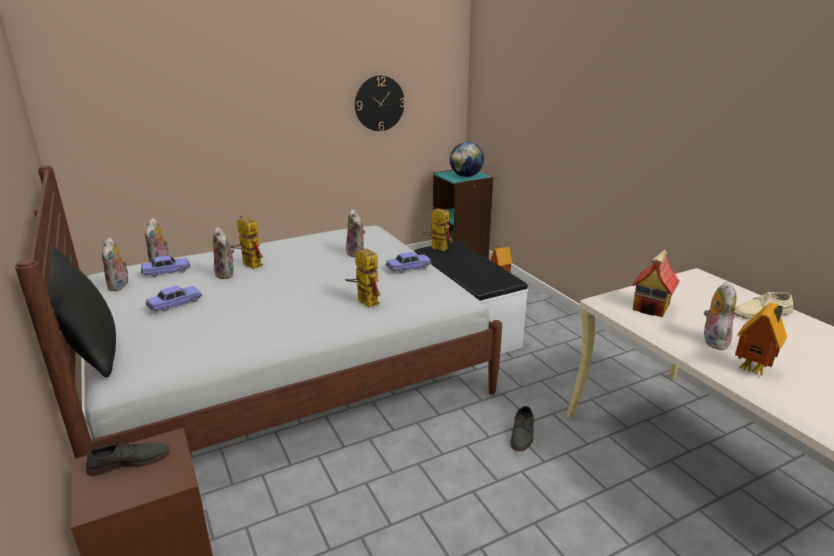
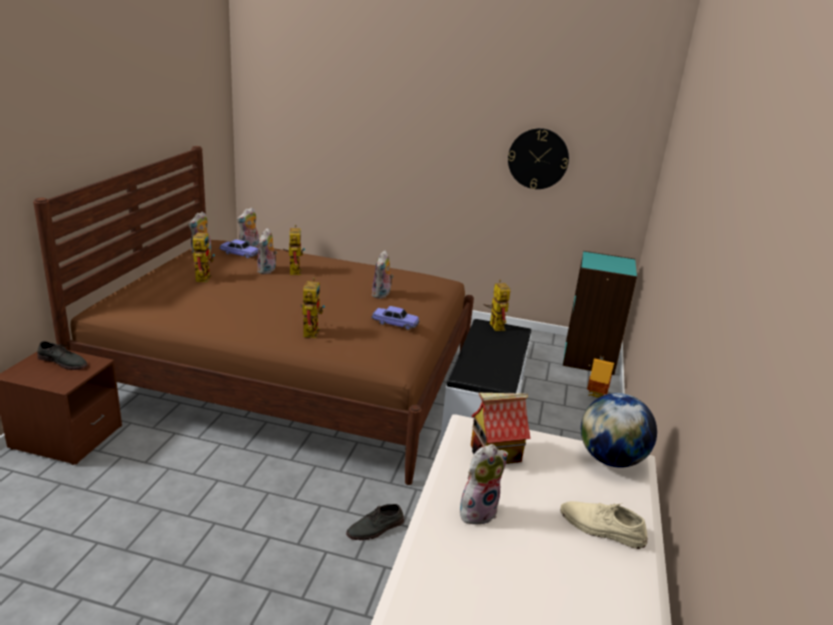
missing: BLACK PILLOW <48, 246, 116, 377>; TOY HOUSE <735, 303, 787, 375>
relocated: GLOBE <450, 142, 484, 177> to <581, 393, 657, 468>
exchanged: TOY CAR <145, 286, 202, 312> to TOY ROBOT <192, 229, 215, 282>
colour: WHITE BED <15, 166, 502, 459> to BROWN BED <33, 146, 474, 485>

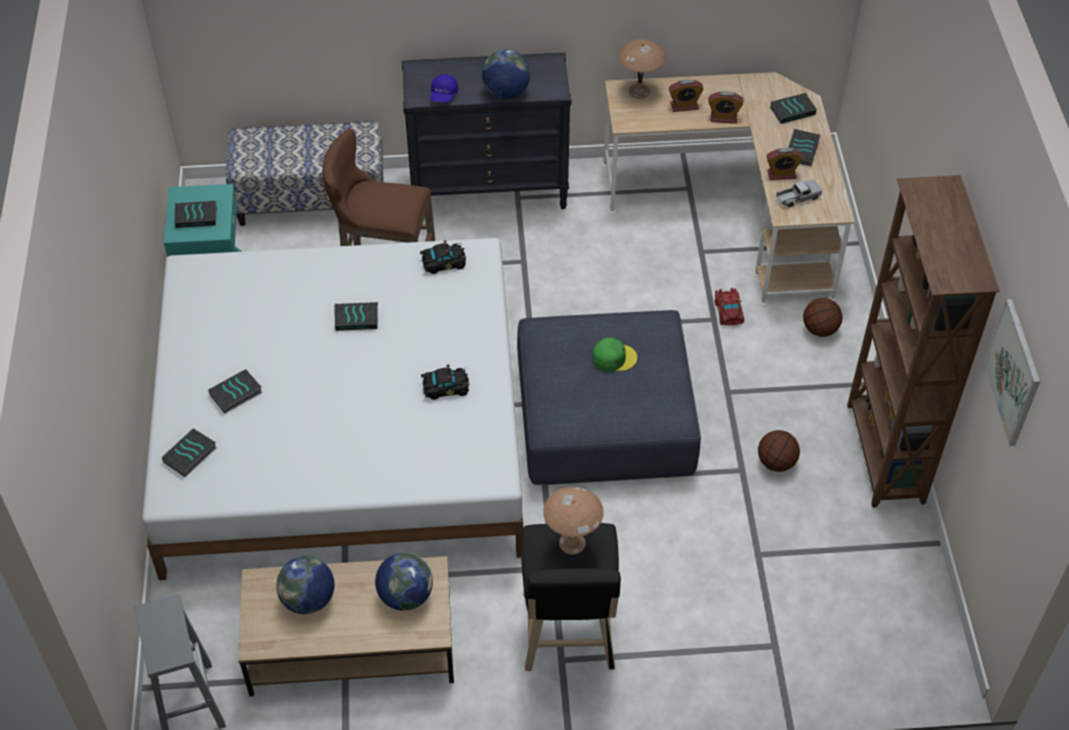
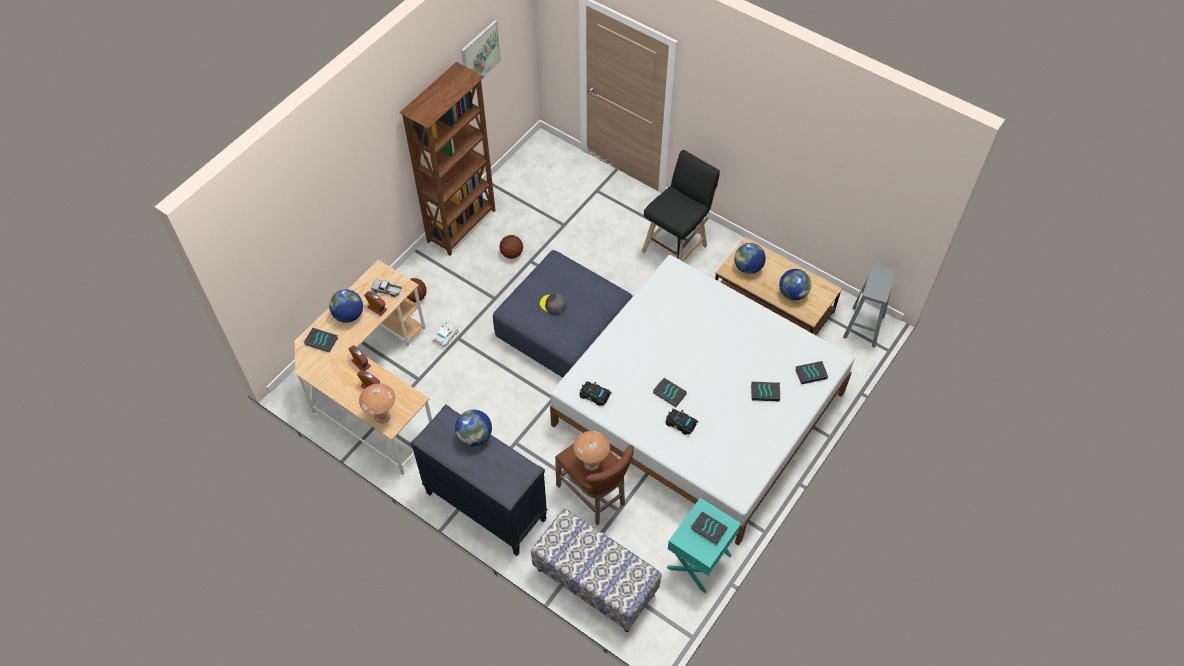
missing: BLUE CAP <430, 74, 459, 103>
relocated: BLACK TOY CAR <421, 364, 470, 400> to <665, 408, 698, 435>; BROWN TABLE LAMP <543, 487, 604, 555> to <573, 431, 610, 471>
exchanged: BOOK <788, 129, 820, 166> to GLOBE <329, 289, 363, 323>
colour: RED TOY CAR <715, 288, 744, 325> to WHITE TOY CAR <432, 321, 459, 347>; GREEN CAP <593, 338, 637, 372> to GREY CAP <540, 294, 567, 315>

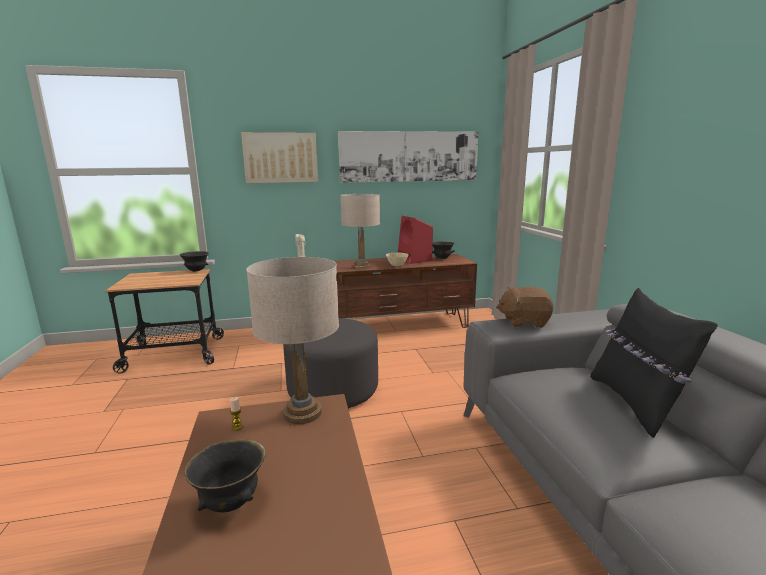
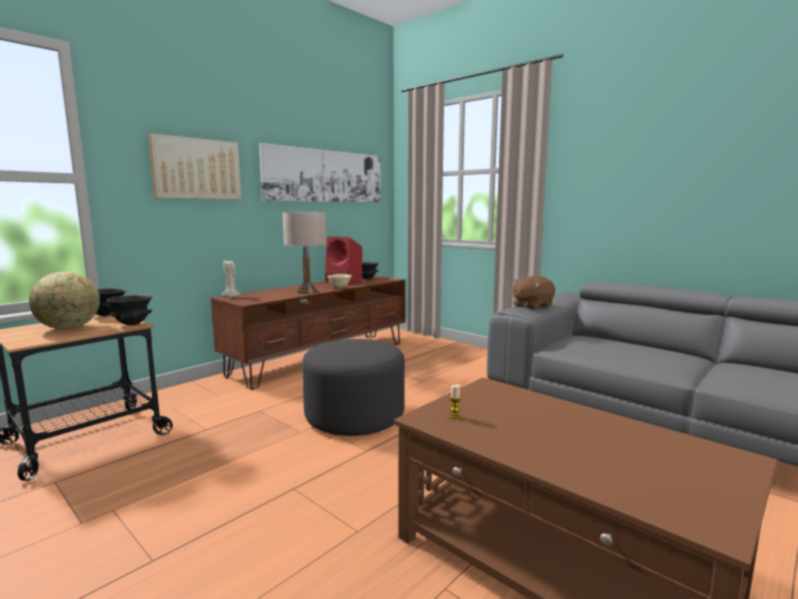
missing: BEIGE TABLE LAMP <246, 257, 339, 424>; BLACK PILLOW <590, 288, 718, 438>
appeared: GLOBE <29, 272, 100, 330>
relocated: BLACK BOWL <184, 439, 266, 512> to <106, 294, 152, 326>

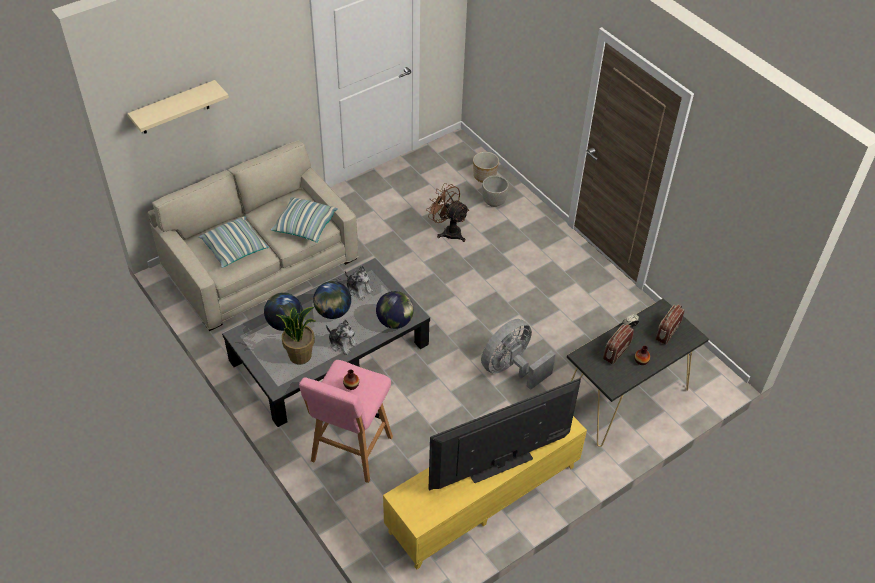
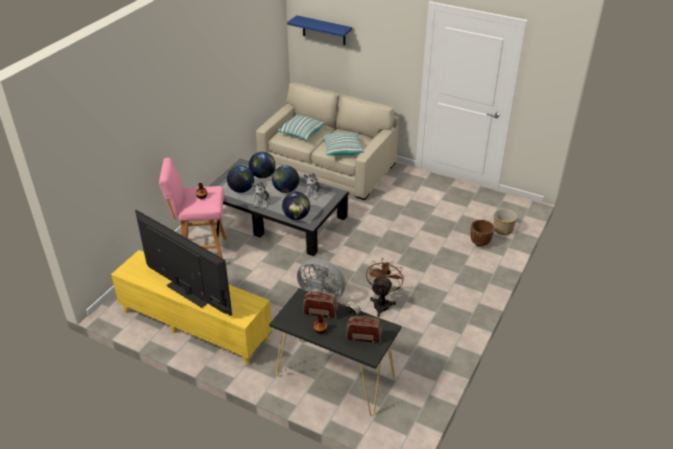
relocated: BROWN FAN <426, 183, 469, 242> to <366, 258, 404, 317>
exchanged: POTTED PLANT <276, 307, 317, 364> to GLOBE <227, 165, 254, 193>
colour: BEIGE SHELF <128, 80, 229, 134> to BLUE SHELF <287, 15, 352, 45>; GREY PLANTER <482, 175, 509, 207> to BROWN PLANTER <470, 220, 494, 247>

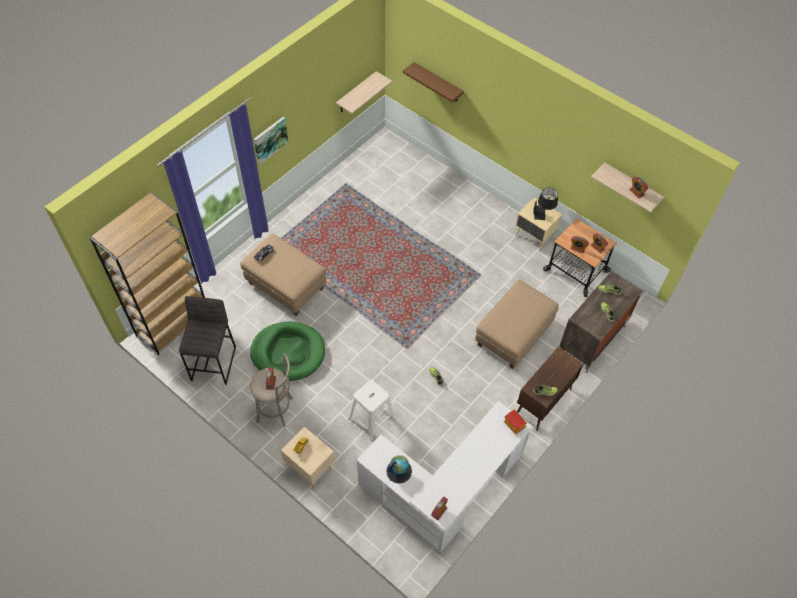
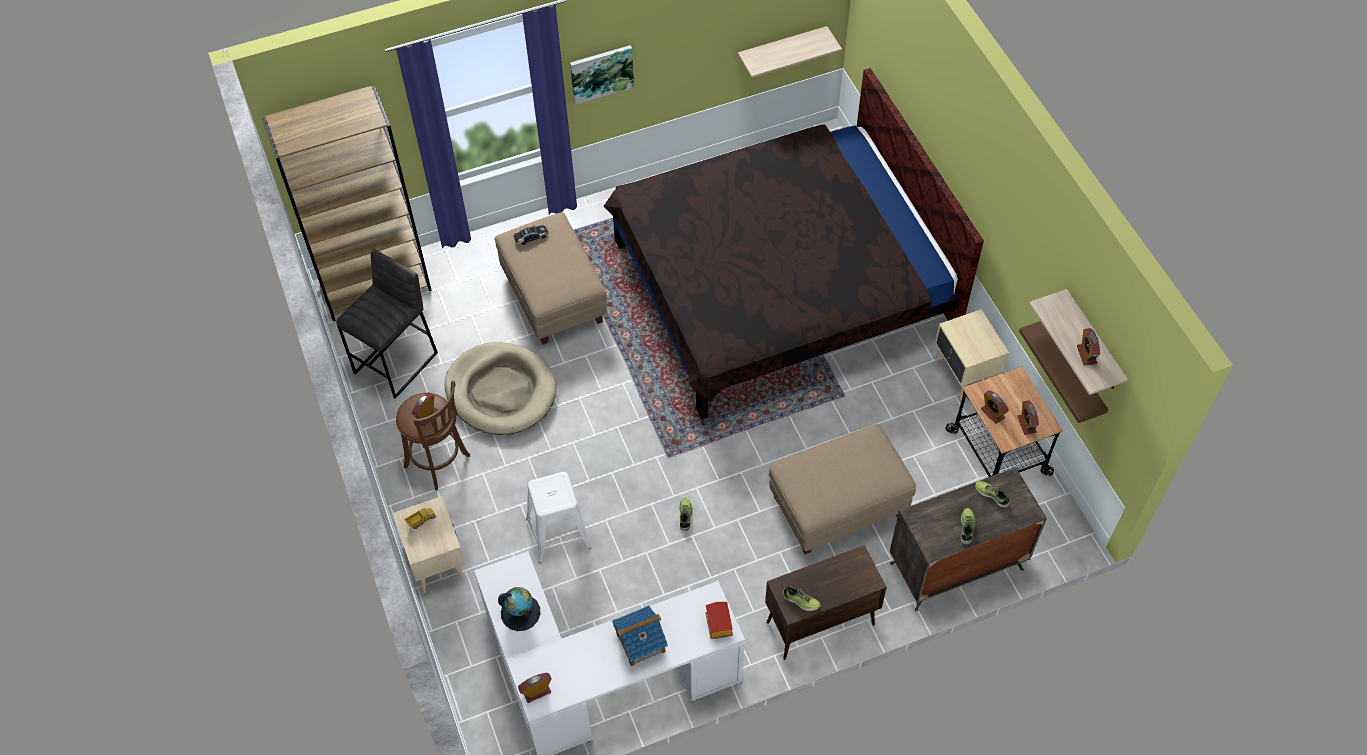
missing: BLACK TABLE LAMP <533, 188, 558, 220>
appeared: BED <604, 68, 984, 419>; TOY HOUSE <612, 606, 668, 667>
relocated: BROWN SHELF <403, 62, 464, 103> to <1019, 321, 1108, 423>
colour: GREEN DOG BED <250, 321, 325, 381> to BEIGE DOG BED <444, 342, 557, 435>; GREY STOOL <250, 354, 293, 427> to BROWN STOOL <396, 381, 470, 490>

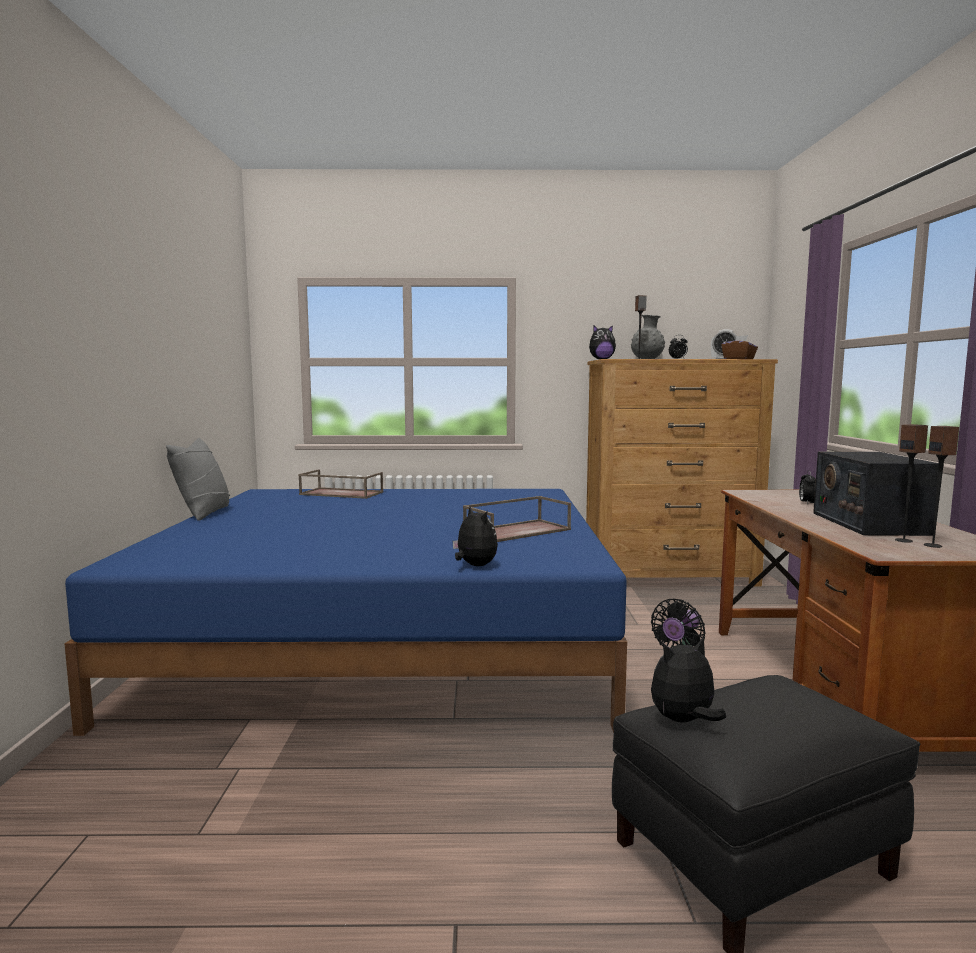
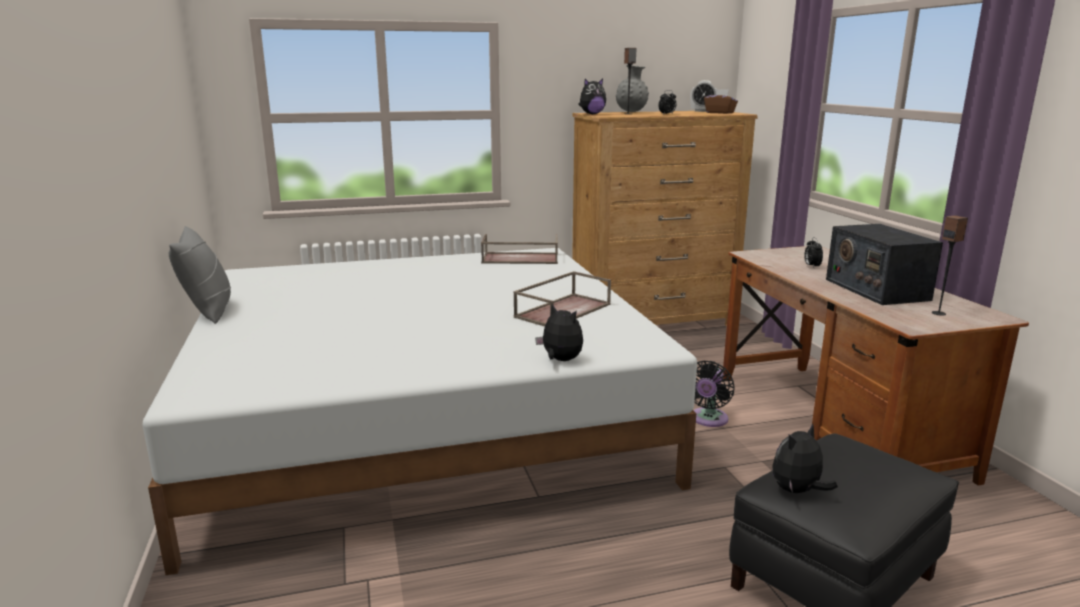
missing: SPEAKER <895, 424, 928, 543>
relocated: BROWN TRAY <298, 469, 383, 499> to <481, 234, 558, 264>
colour: BLUE BED <64, 489, 627, 736> to WHITE BED <142, 248, 697, 575>

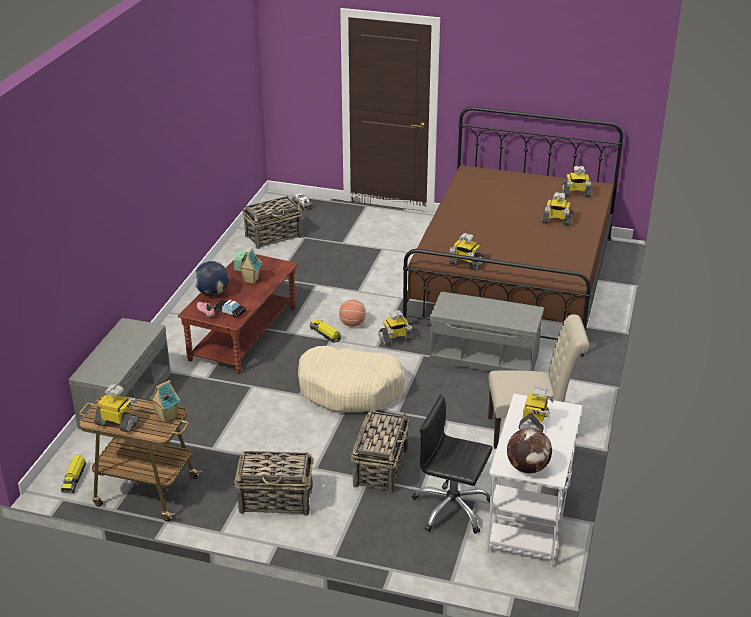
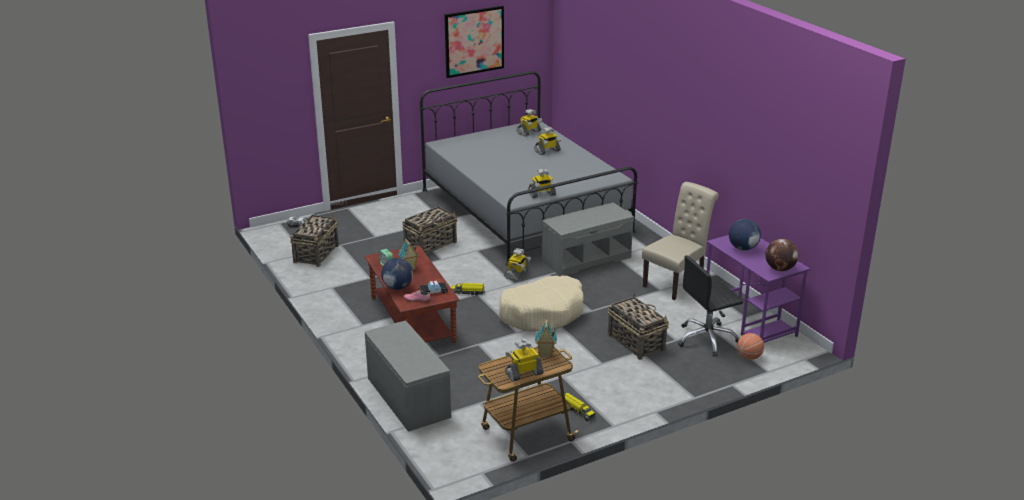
appeared: PICTURE <444, 6, 504, 78>
relocated: BASKETBALL <339, 300, 366, 327> to <737, 333, 764, 360>; BASKET <234, 451, 313, 516> to <402, 206, 457, 254>; TOY TRUCK <61, 455, 86, 493> to <565, 393, 596, 421>
exchanged: TOY ROBOT <518, 385, 555, 432> to GLOBE <729, 219, 761, 250>
colour: BROWN BED <403, 107, 623, 357> to GREY BED <419, 71, 638, 266>; WHITE DESK <486, 394, 582, 567> to PURPLE DESK <703, 235, 810, 343>

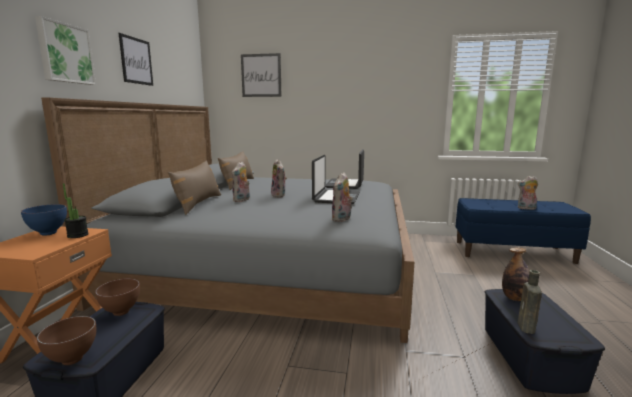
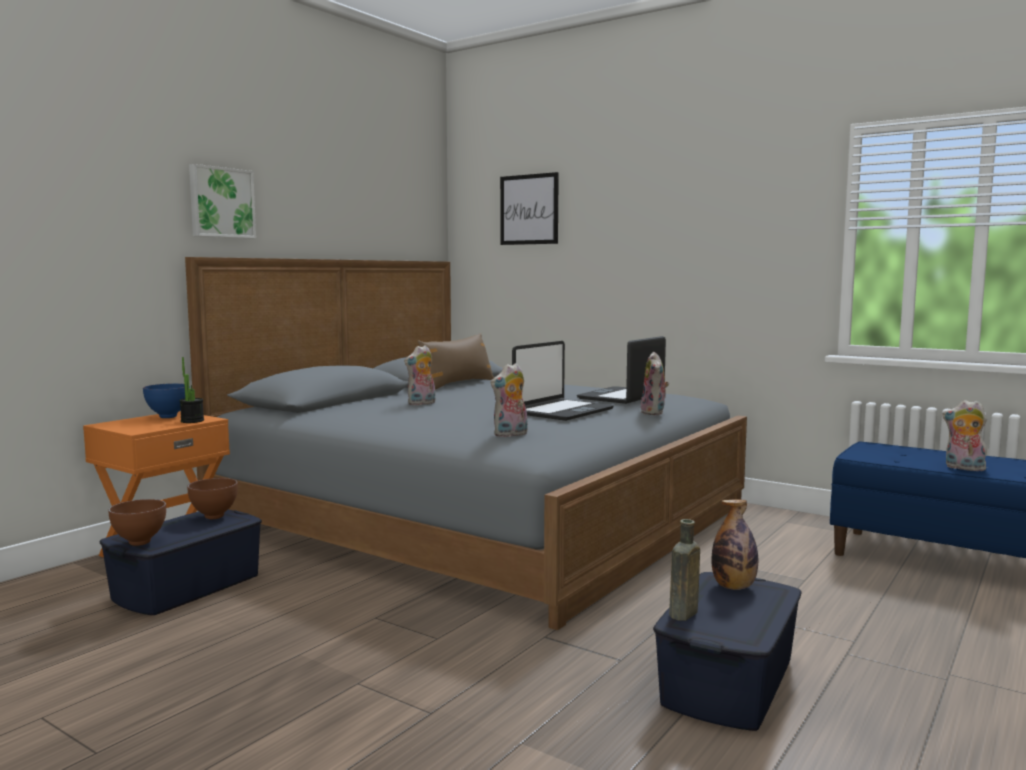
missing: PICTURE <119, 33, 153, 86>; BROWN PILLOW <168, 160, 221, 215>
relocated: PLUSH TOY <271, 159, 287, 197> to <641, 352, 669, 415>

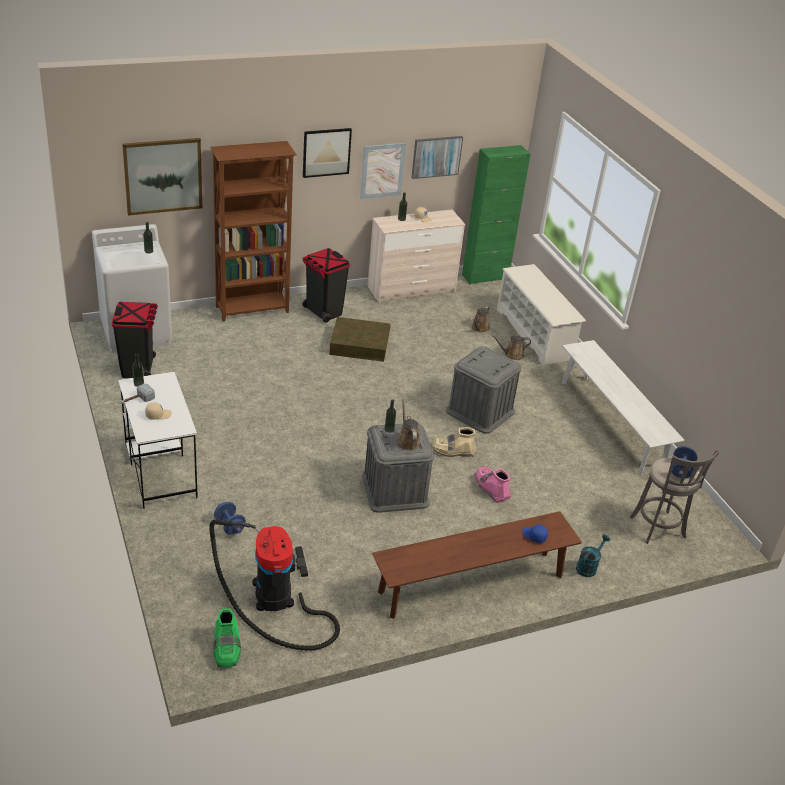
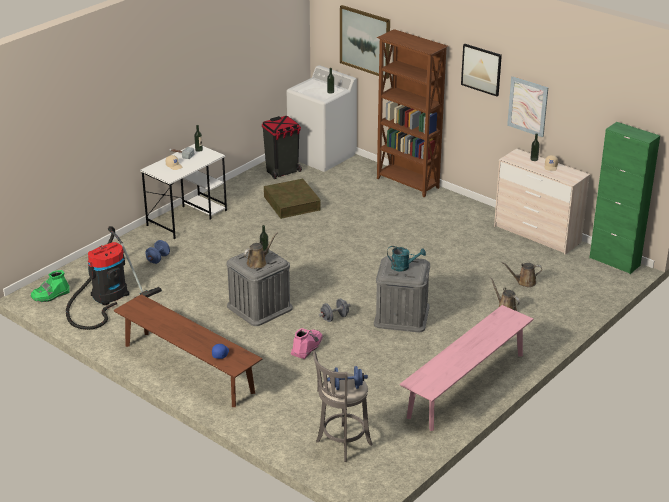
missing: PICTURE <411, 136, 463, 179>; BLACK TRASH CAN <302, 248, 350, 323>; WHITE SHOE RACK <497, 264, 586, 366>
relocated: BROWN STORAGE BOX <329, 317, 391, 362> to <264, 178, 321, 219>; TURQUOISE WATERING CAN <576, 534, 610, 577> to <387, 246, 426, 272>
exchanged: BEIGE BOOT <432, 427, 476, 457> to GREY DUMBBELL <319, 298, 351, 322>
colour: WHITE BENCH <562, 340, 685, 476> to PINK BENCH <399, 305, 534, 431>

